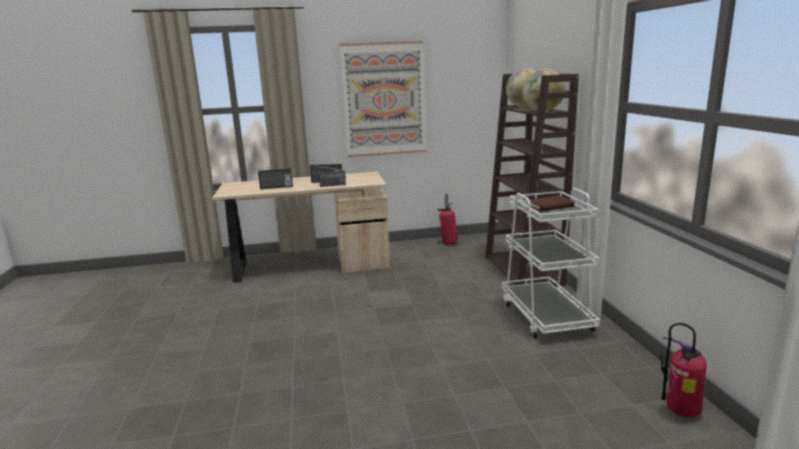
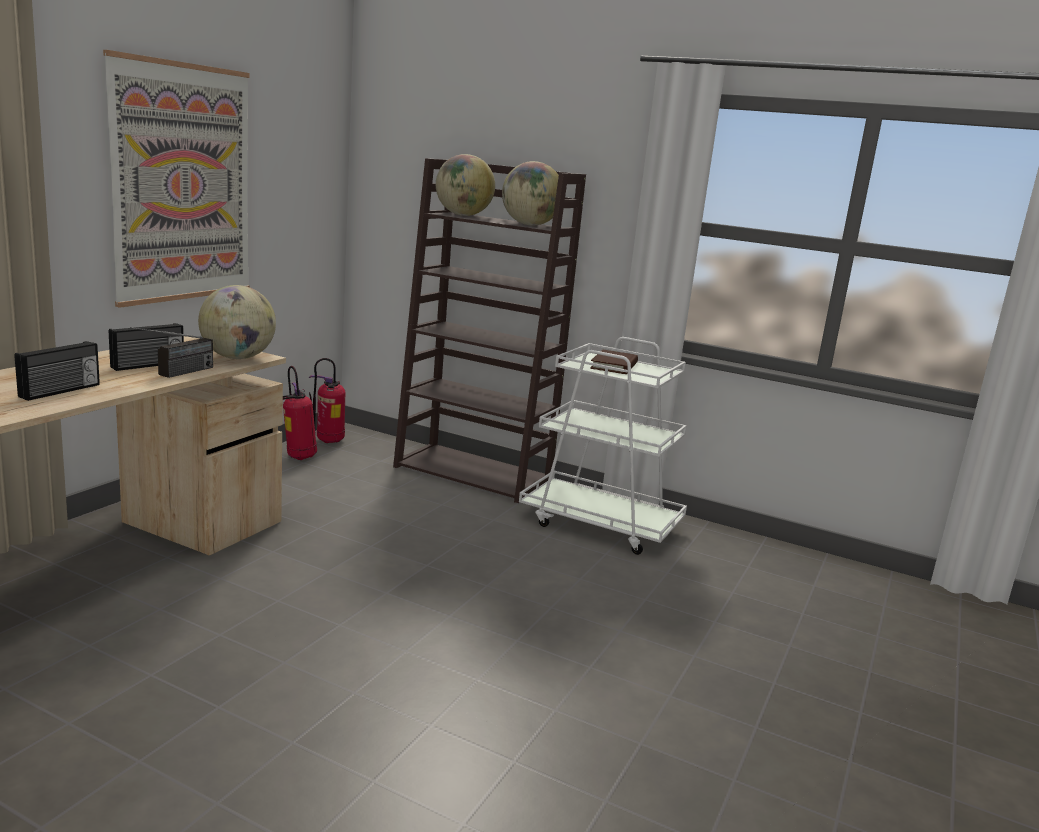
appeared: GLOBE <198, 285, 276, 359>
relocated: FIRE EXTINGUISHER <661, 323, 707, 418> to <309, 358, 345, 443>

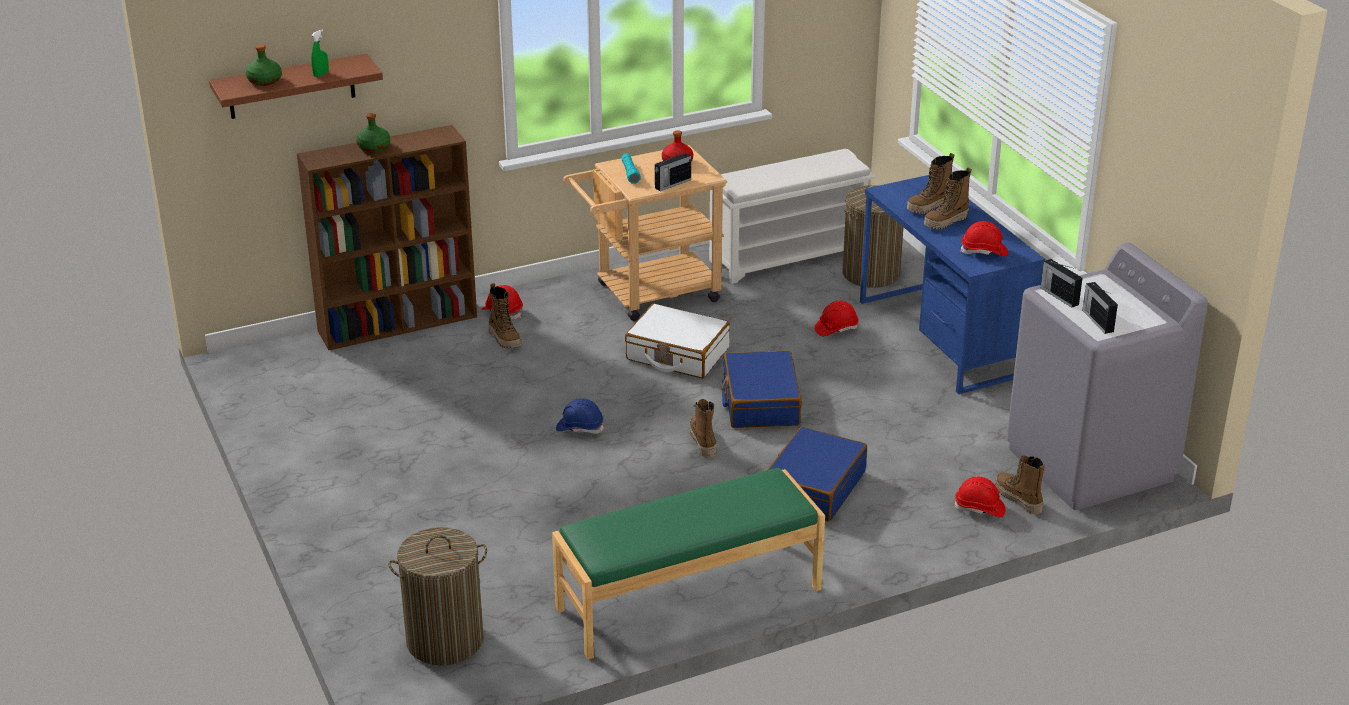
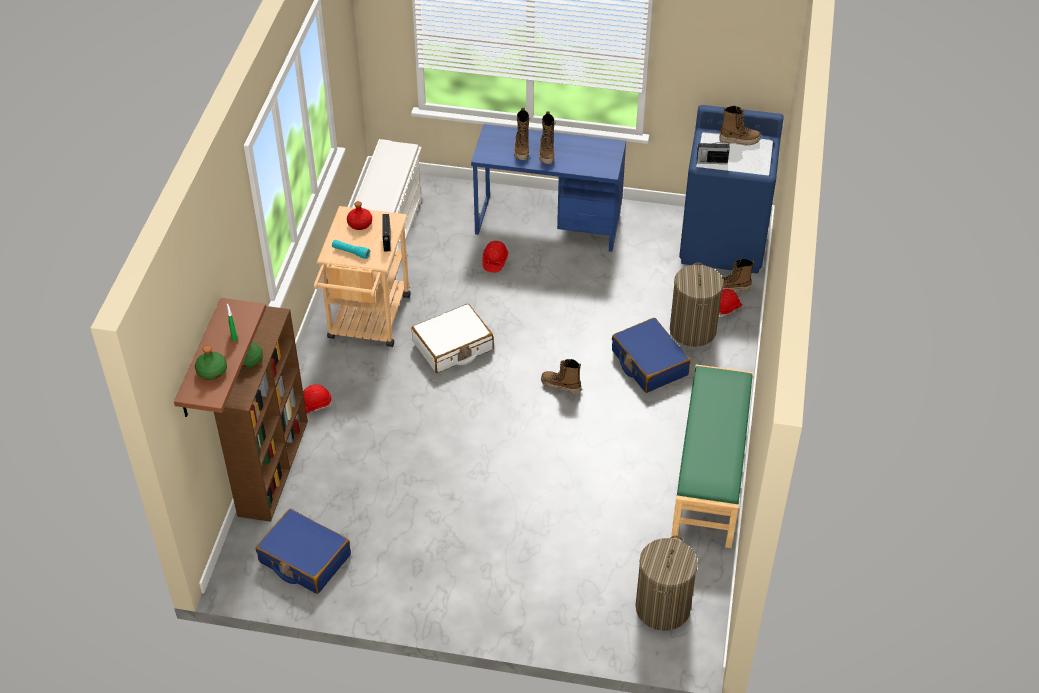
missing: RED HARD HAT <960, 221, 1008, 257>; RADIO <1082, 282, 1118, 334>; BLUE HARD HAT <556, 398, 604, 434>
relocated: LAUNDRY BASKET <843, 185, 903, 288> to <670, 263, 724, 347>; BOOT <488, 283, 521, 349> to <719, 106, 761, 146>; BLUE SUITCASE <722, 351, 802, 428> to <256, 509, 351, 594>
colour: GREY WASHING MACHINE <1007, 243, 1208, 510> to BLUE WASHING MACHINE <679, 105, 784, 273>

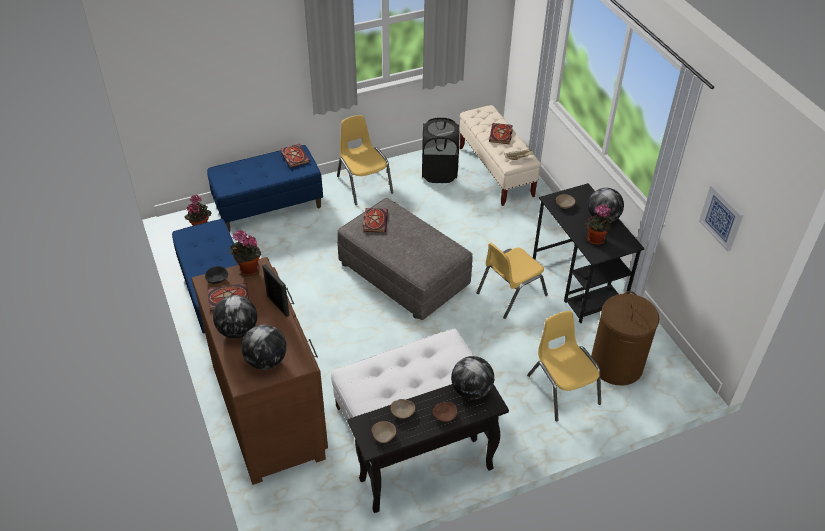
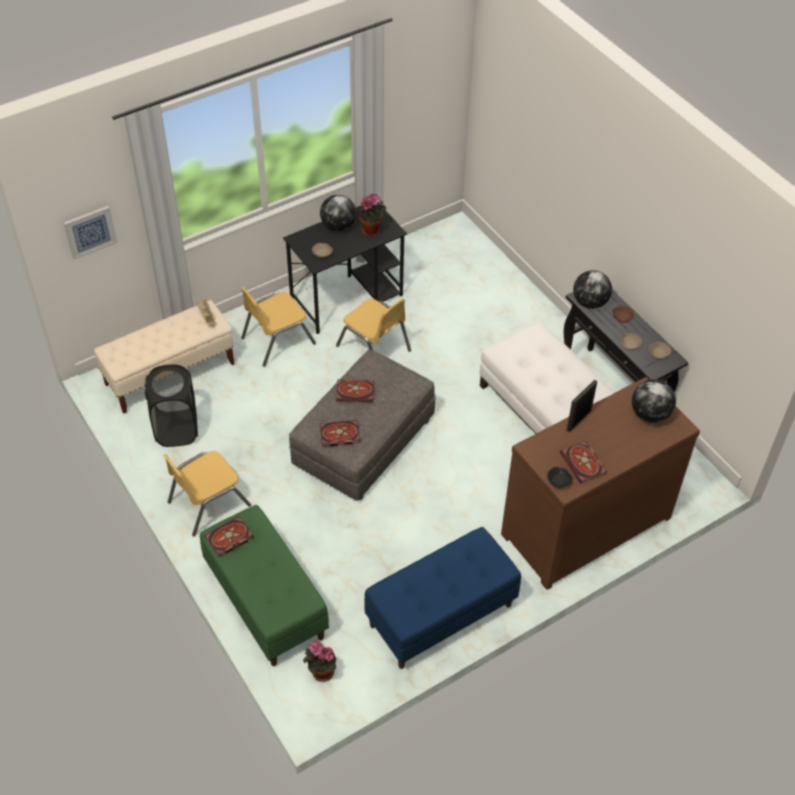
missing: POTTED PLANT <230, 230, 261, 276>; BROWN LAUNDRY BASKET <591, 291, 660, 385>; GLOBE <213, 295, 257, 338>
relocated: BOOK <489, 123, 513, 144> to <336, 379, 374, 402>; PICTURE <699, 185, 743, 252> to <64, 206, 117, 260>; YELLOW CHAIR <527, 311, 601, 421> to <241, 287, 316, 367>
colour: BLUE BENCH <207, 145, 323, 232> to GREEN BENCH <200, 505, 329, 666>

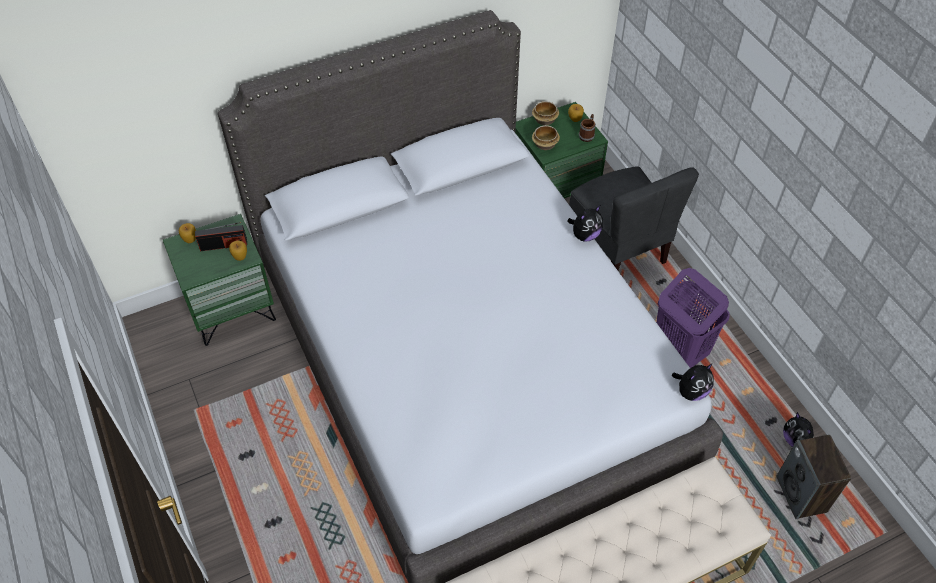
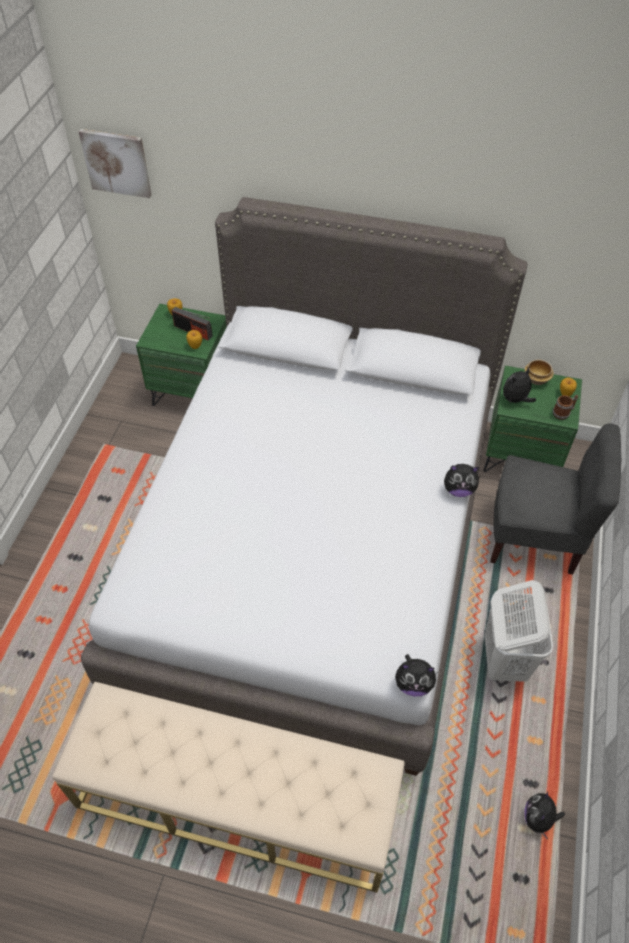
missing: SPEAKER <777, 435, 851, 519>
appeared: PICTURE <79, 129, 152, 198>
exchanged: BOWL <532, 125, 560, 150> to PLUSH TOY <503, 368, 536, 405>
colour: PURPLE LAUNDRY BASKET <656, 268, 730, 368> to WHITE LAUNDRY BASKET <485, 580, 553, 682>
spun: GREY CHAIR <569, 166, 699, 270> = <490, 423, 622, 575> 90 degrees counterclockwise

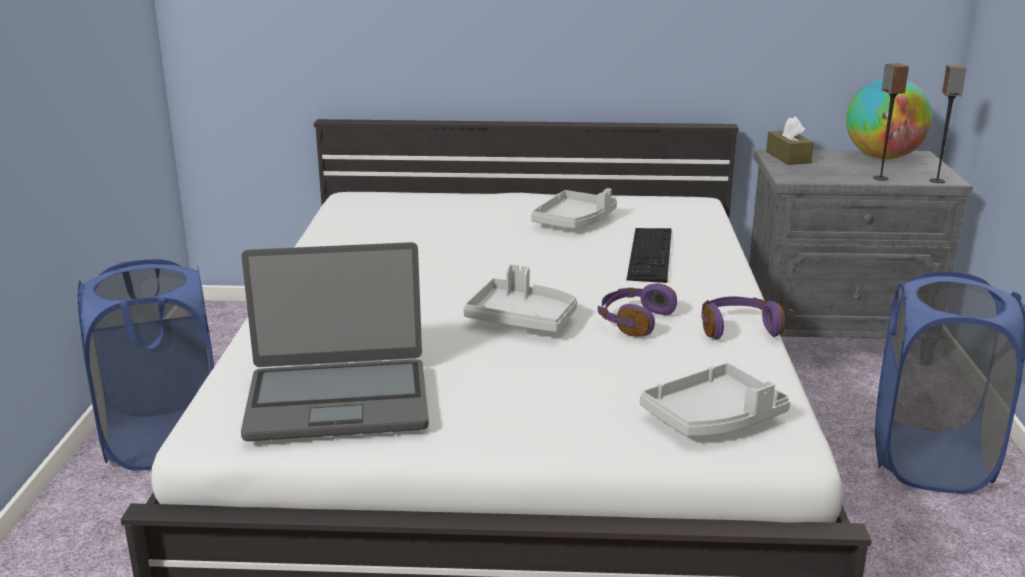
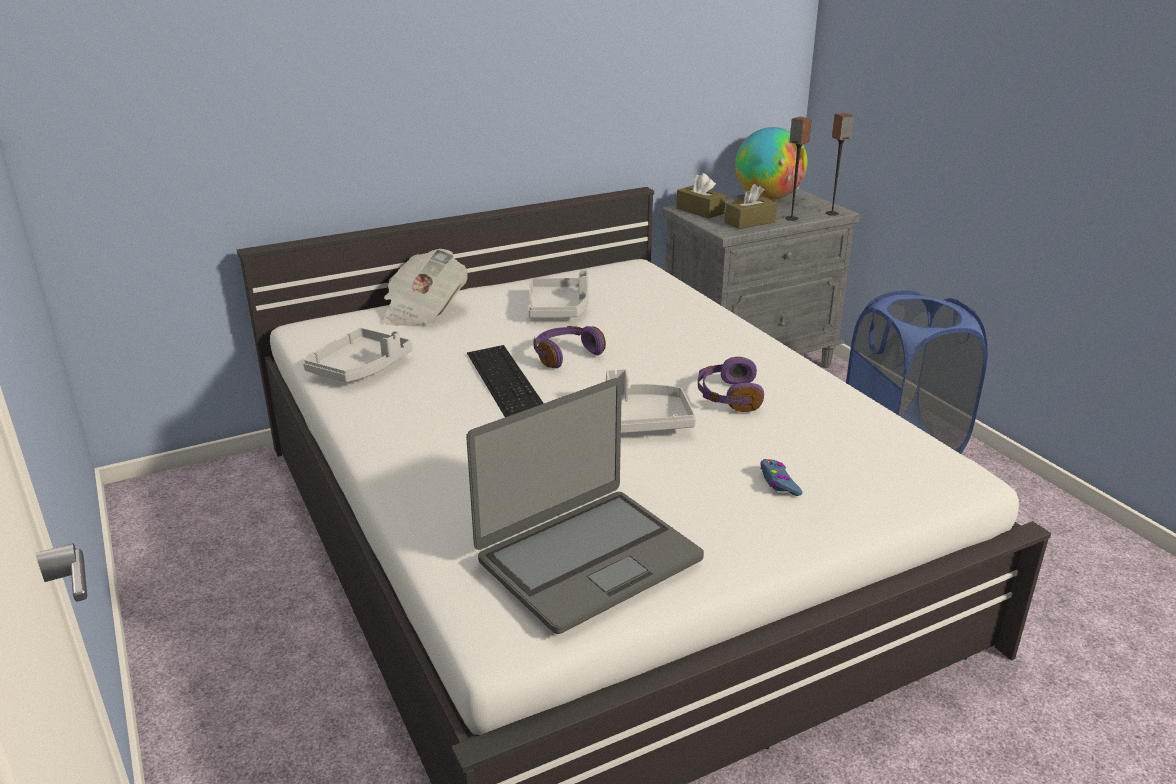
missing: BLUE LAUNDRY BASKET <78, 259, 214, 471>
appeared: BROWN TISSUE BOX <724, 184, 777, 229>; NEWSPAPER <383, 249, 468, 326>; BLUE GAME CONTROLLER <760, 459, 802, 496>
relocated: KEYBOARD <627, 228, 672, 283> to <467, 345, 544, 417>; PURPLE HEADPHONES <701, 296, 785, 339> to <533, 326, 606, 368>; GREY TRAY <640, 363, 790, 436> to <303, 328, 412, 382>

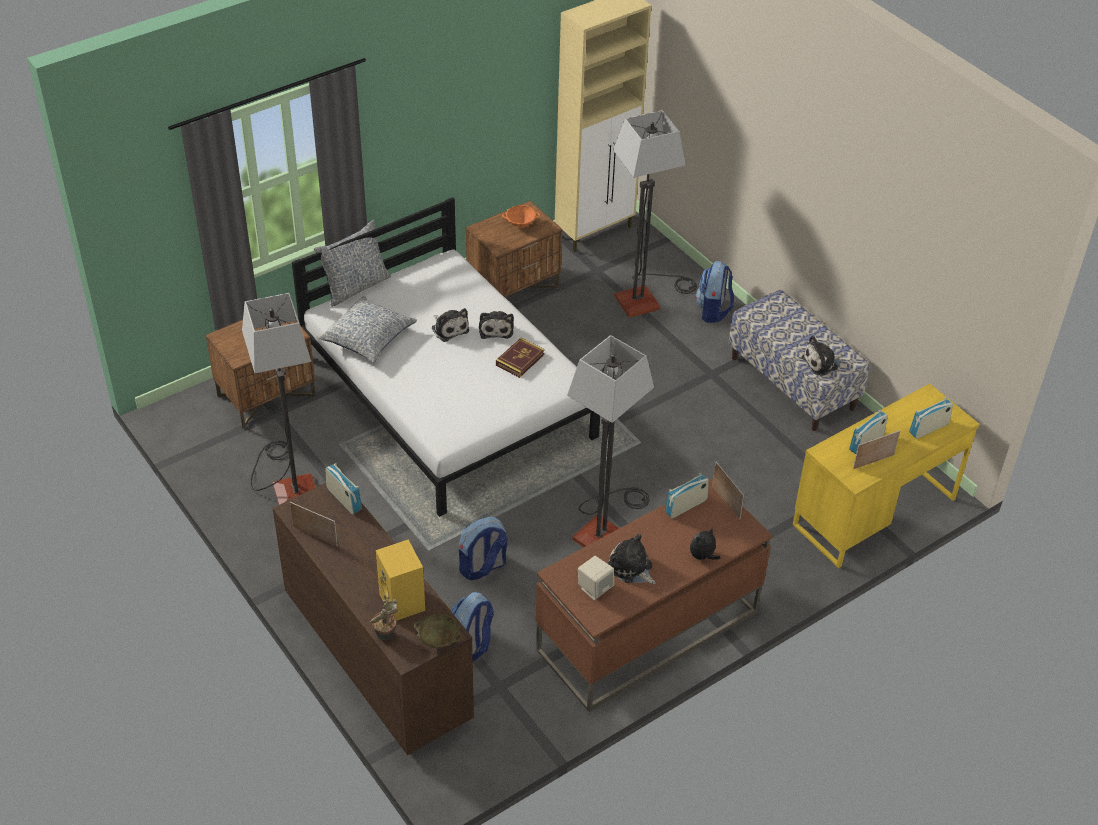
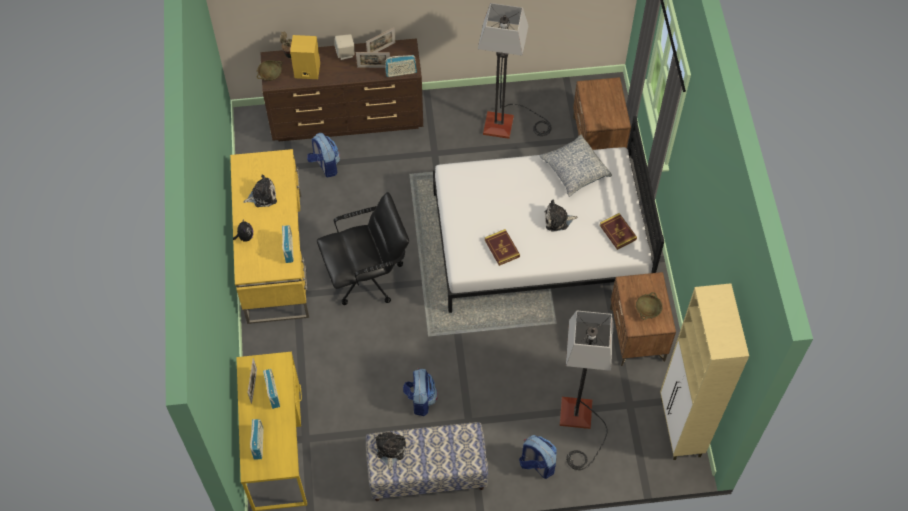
missing: PILLOW <314, 220, 391, 307>; PLUSH TOY <479, 311, 514, 339>
appeared: BOOK <600, 213, 637, 250>
relocated: PICTURE FRAME <712, 462, 744, 520> to <356, 52, 390, 68>; BACKPACK <459, 517, 507, 580> to <403, 369, 438, 416>; BEIGE SPEAKER <578, 556, 614, 600> to <335, 34, 355, 60>
exchanged: FLOOR LAMP <567, 335, 654, 547> to BLACK OFFICE CHAIR <317, 192, 409, 305>
colour: ORANGE BOWL <502, 205, 540, 228> to BEIGE BOWL <636, 292, 663, 320>; BROWN DESK <536, 479, 773, 712> to YELLOW DESK <230, 149, 309, 324>

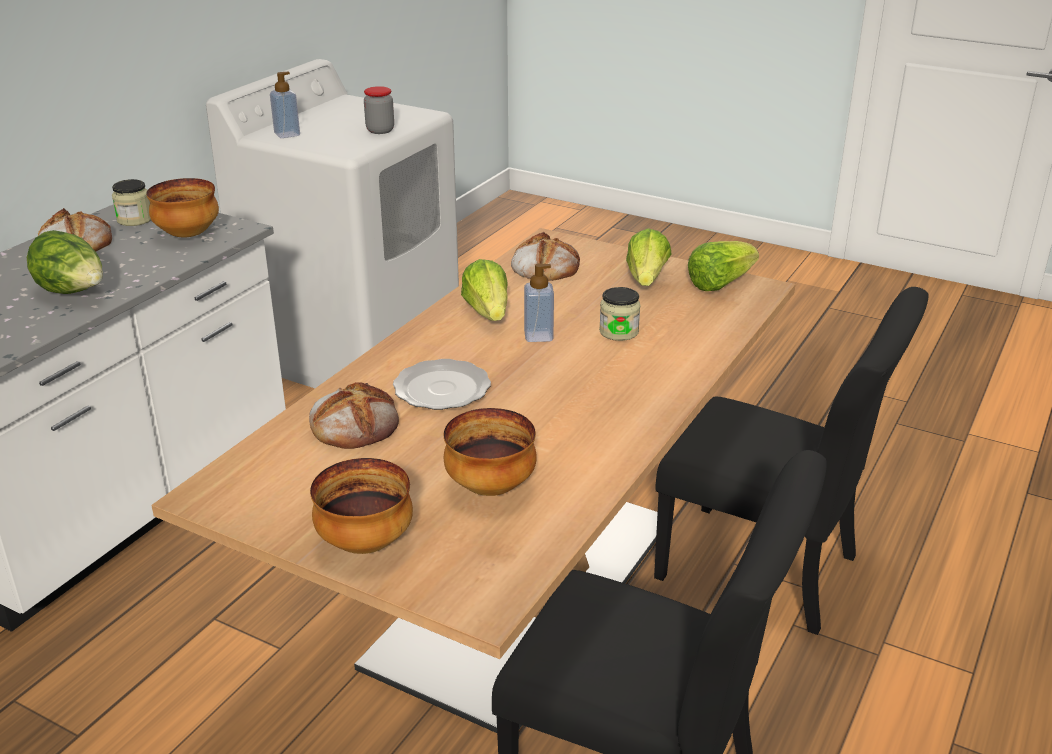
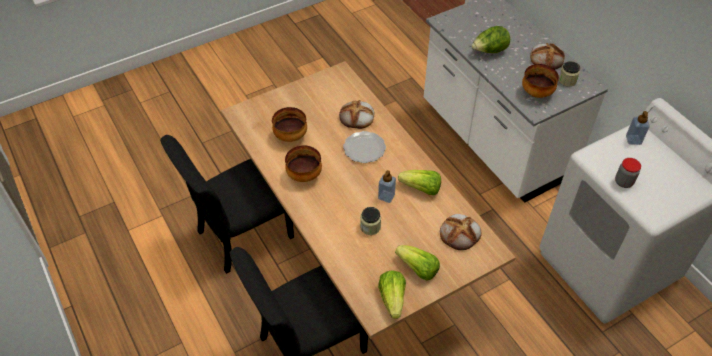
relocated: BOWL <310, 458, 413, 554> to <285, 145, 322, 182>

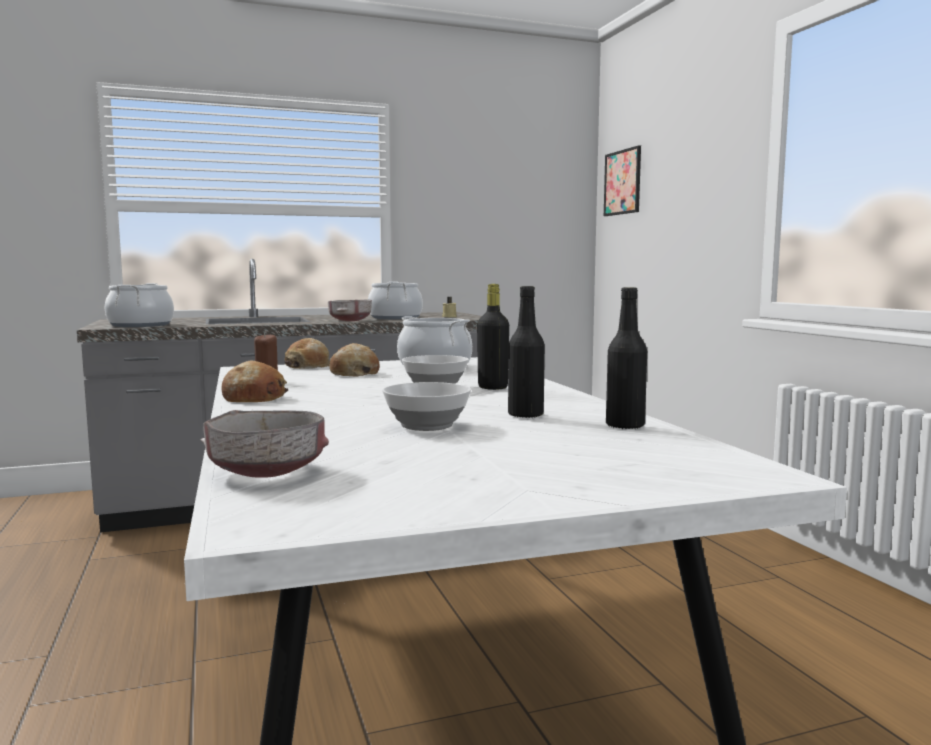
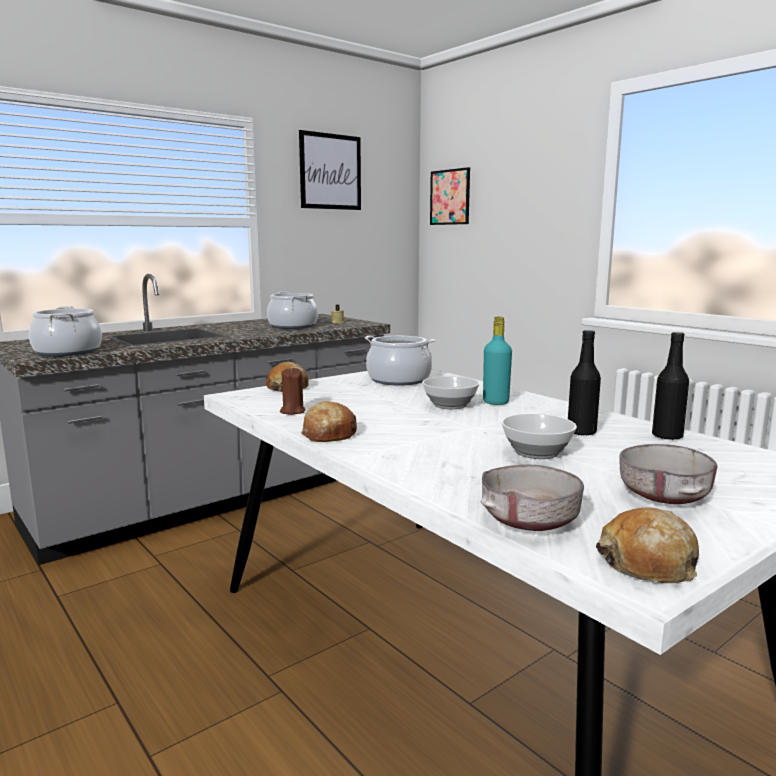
appeared: PICTURE <299, 130, 361, 210>
relocated: GREY BOWL <328, 300, 372, 321> to <619, 444, 718, 504>; BREAD <329, 343, 380, 376> to <596, 507, 699, 583>
colour: BLACK BOTTLE <477, 284, 509, 390> to TURQUOISE BOTTLE <483, 317, 512, 405>

